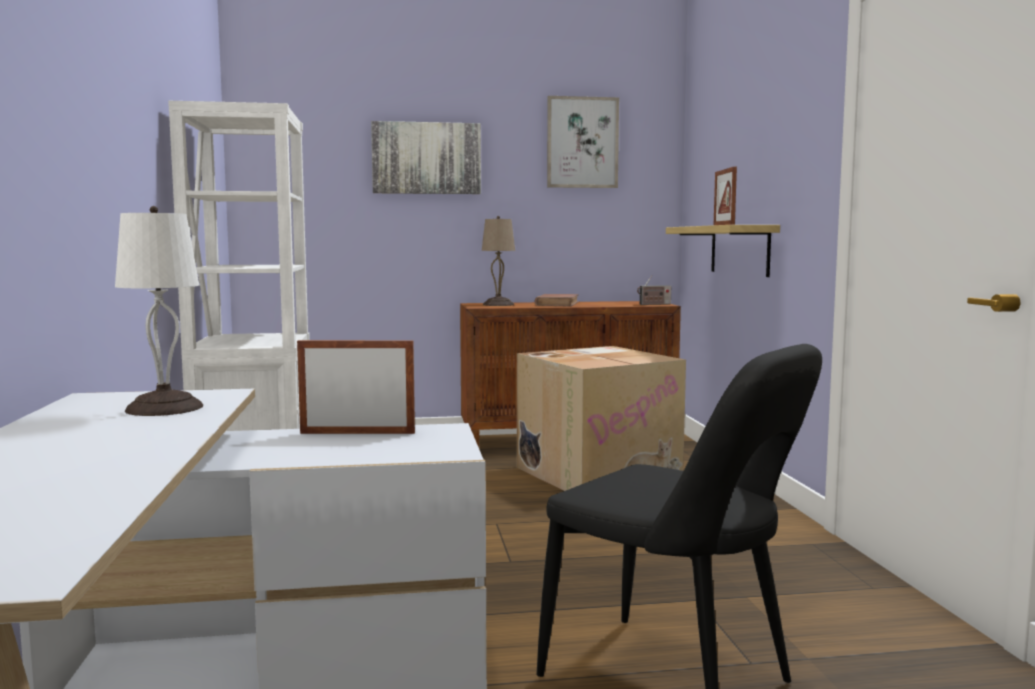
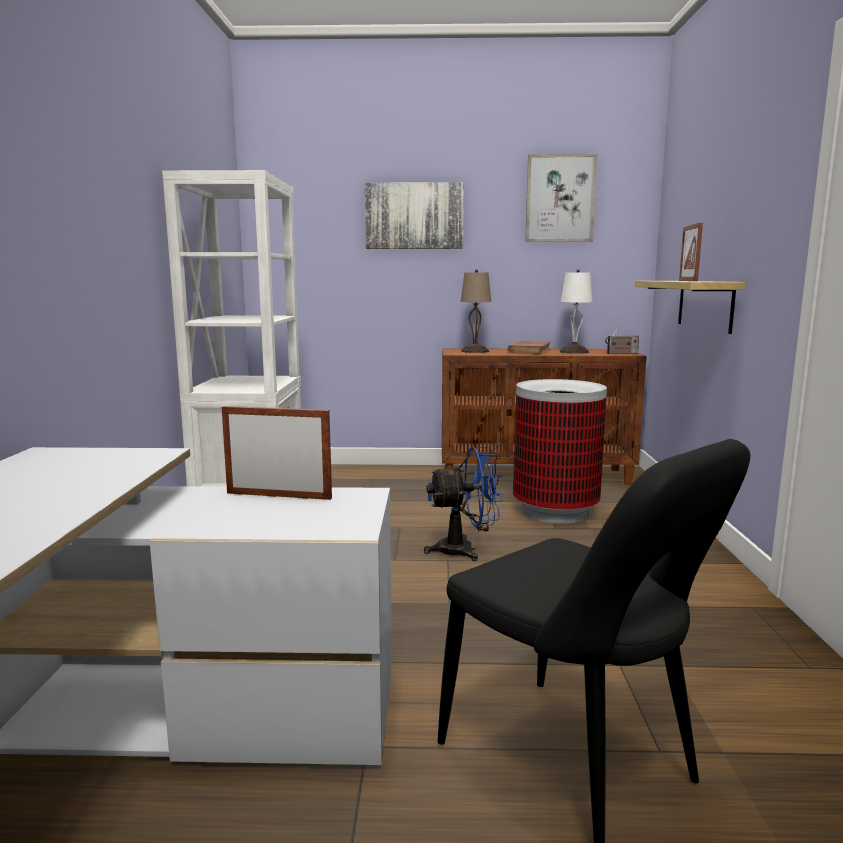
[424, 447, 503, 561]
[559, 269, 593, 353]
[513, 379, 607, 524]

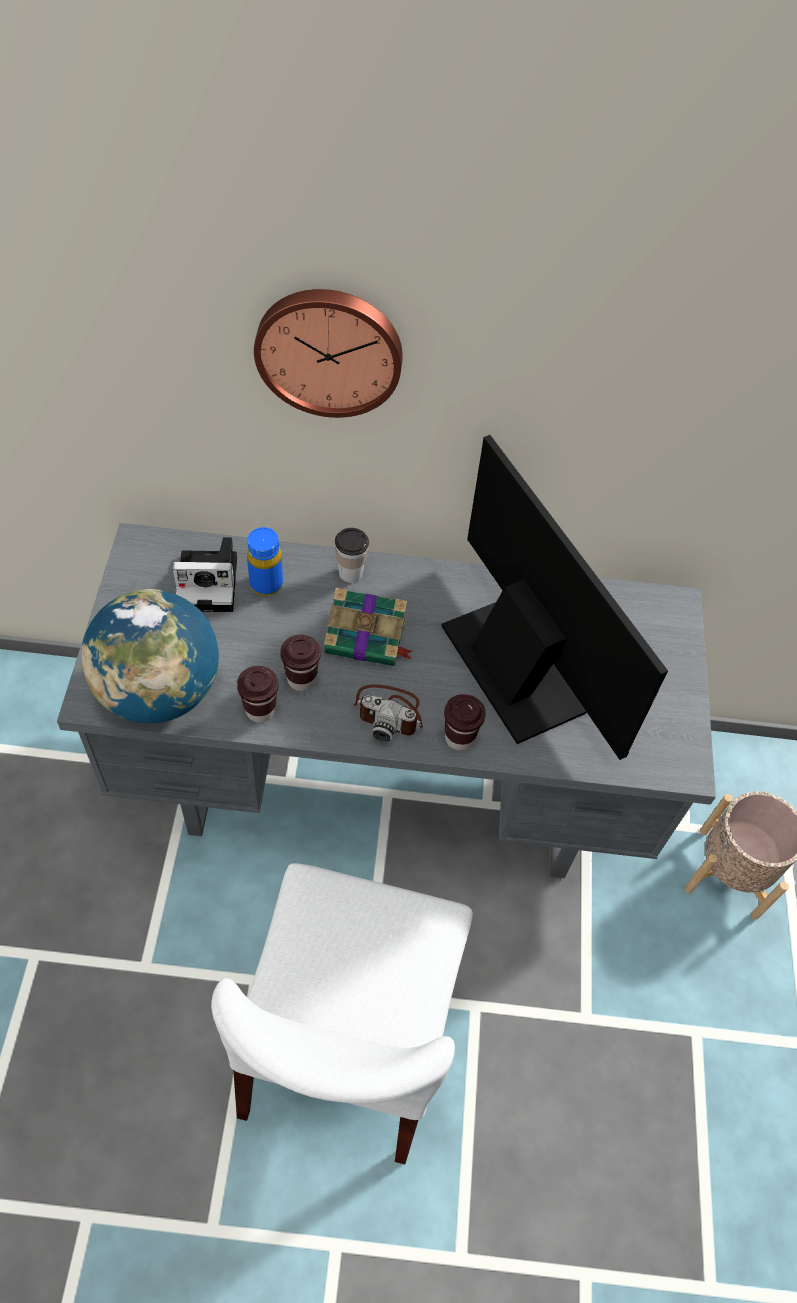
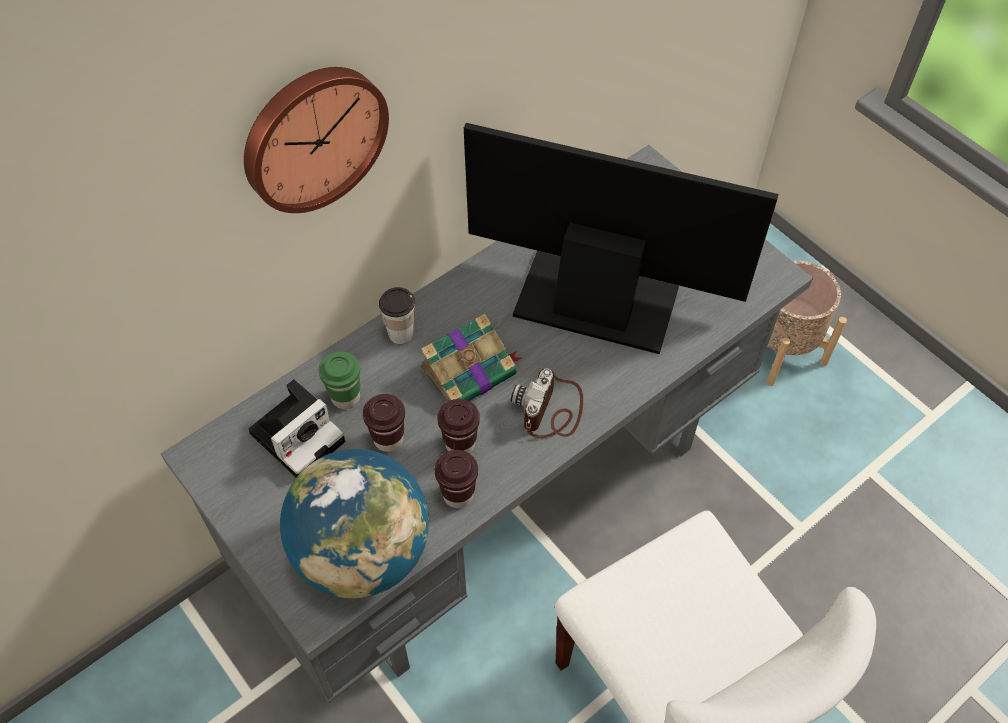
[363, 394, 405, 452]
[319, 352, 360, 409]
[511, 368, 583, 438]

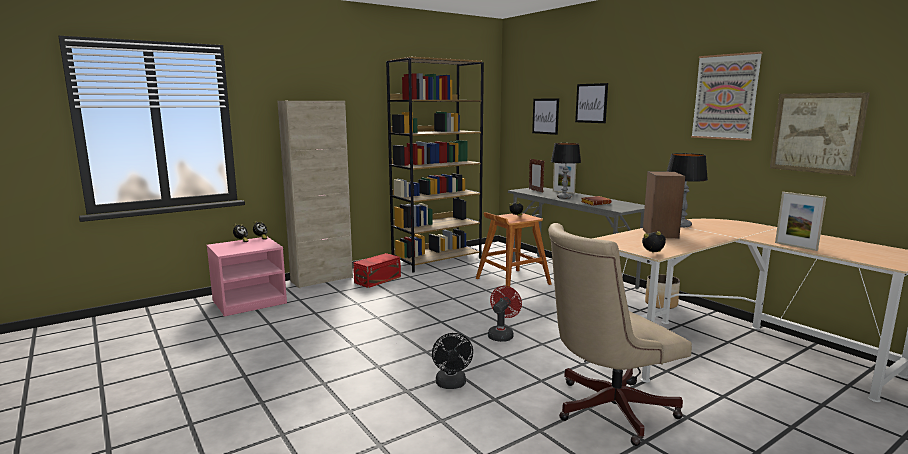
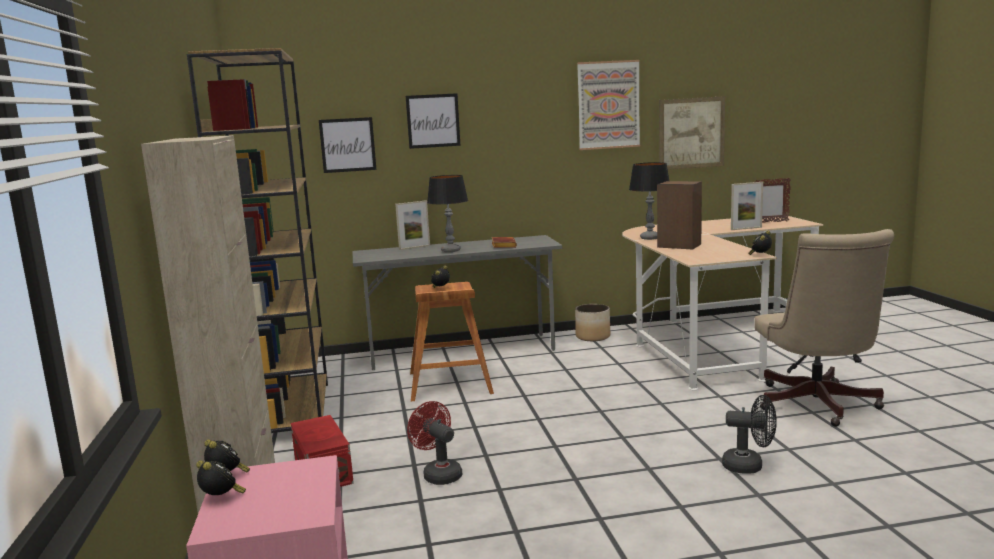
[407, 401, 462, 485]
[755, 178, 791, 223]

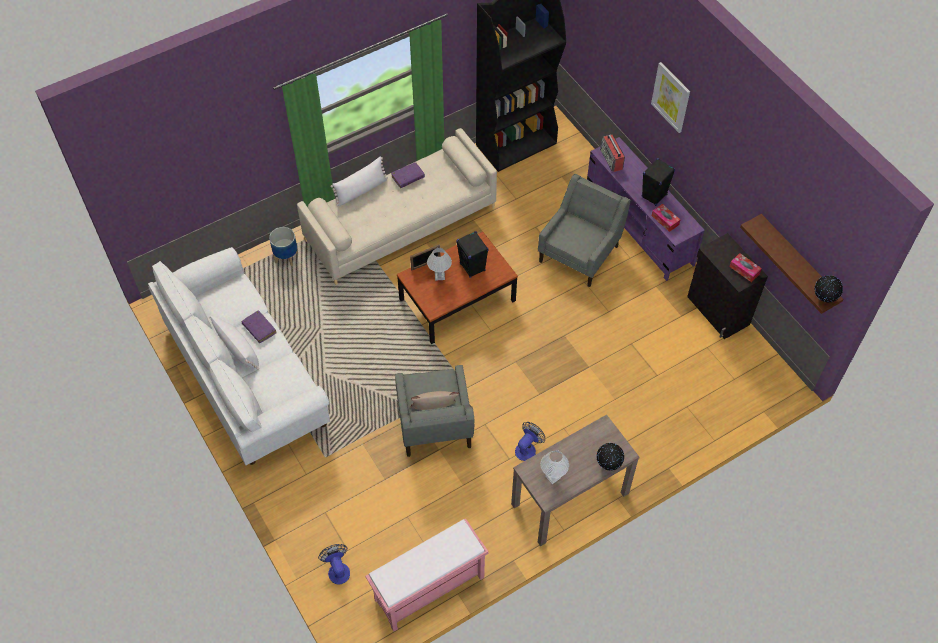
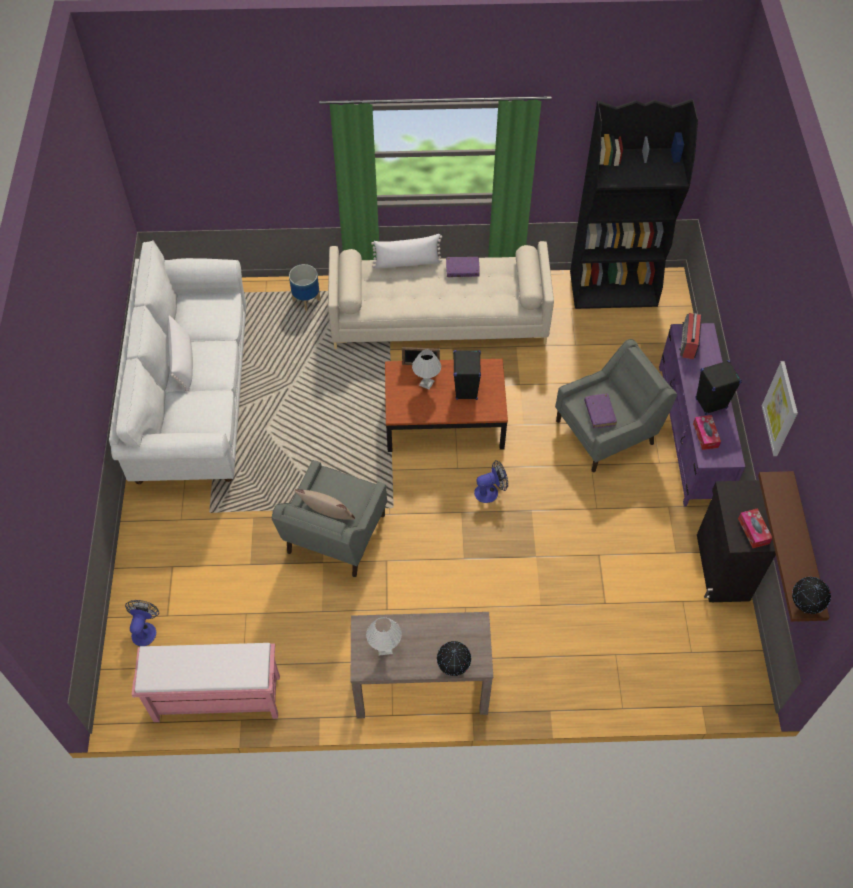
[584, 393, 617, 428]
[474, 460, 508, 503]
[762, 361, 798, 456]

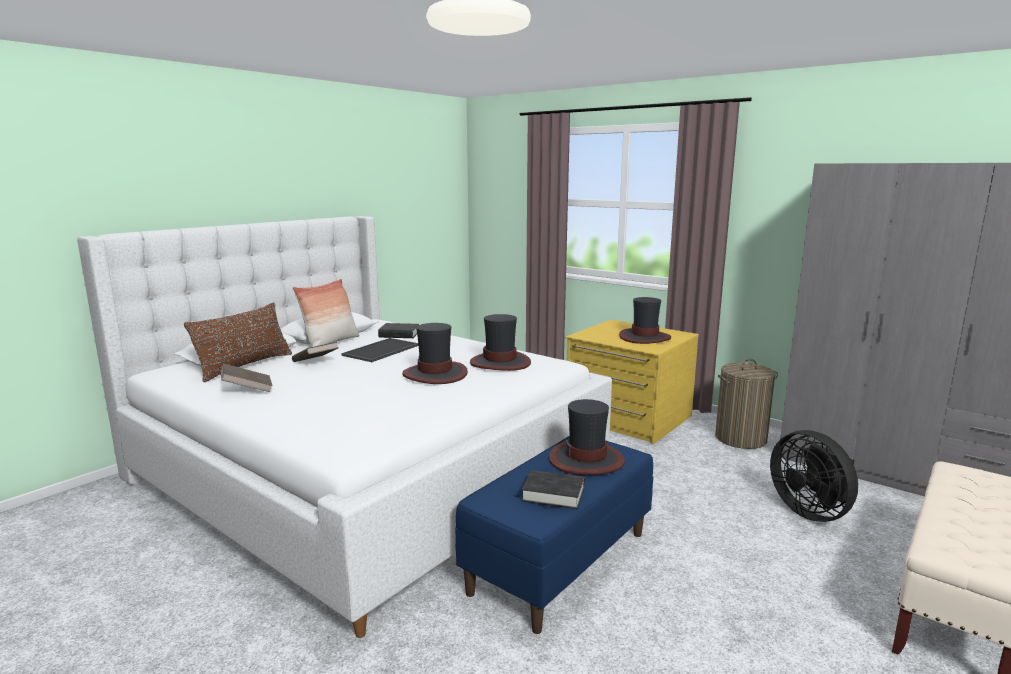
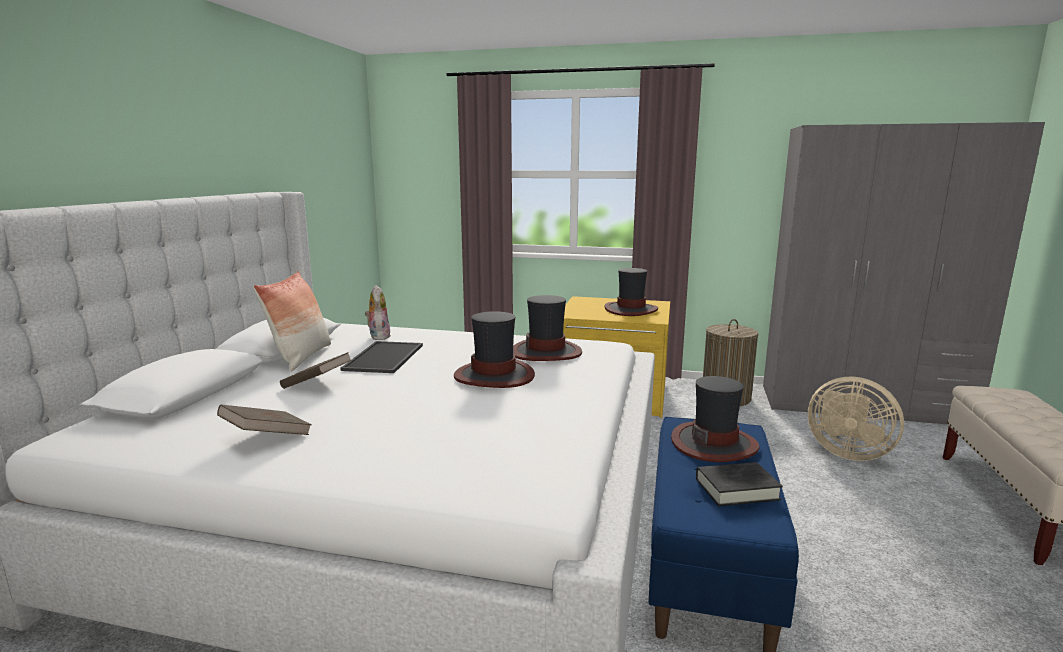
[184, 303, 292, 382] (first image)
[365, 285, 391, 340]
[808, 376, 904, 461]

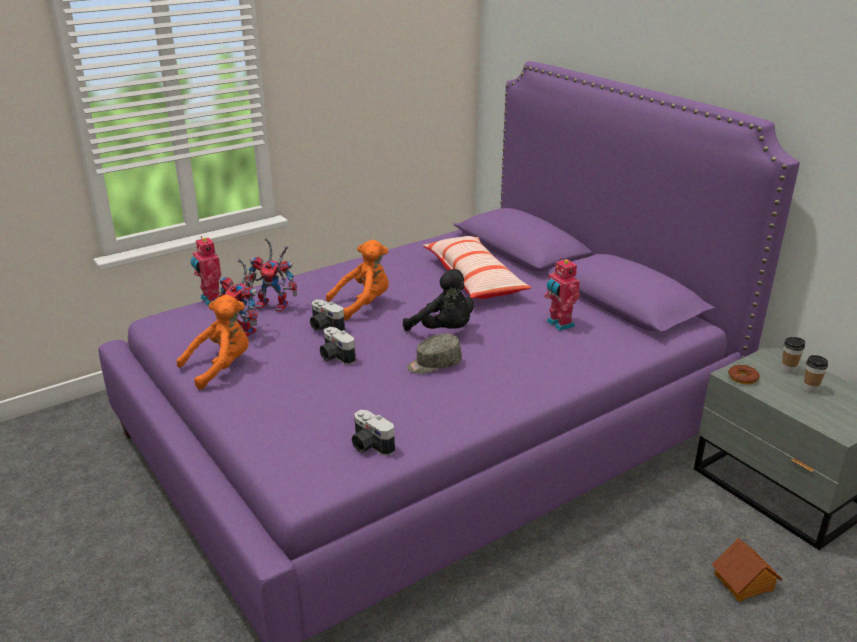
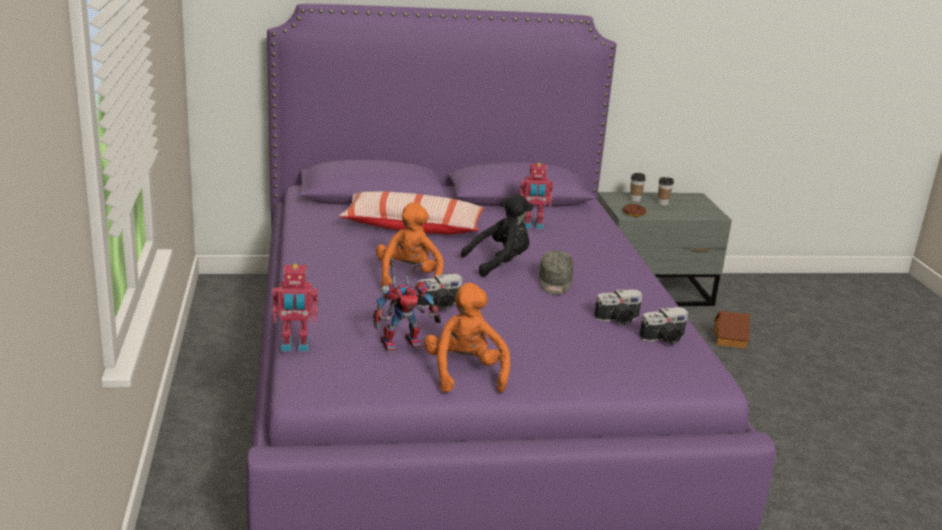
[245, 238, 297, 312] (first image)
[594, 289, 643, 325]

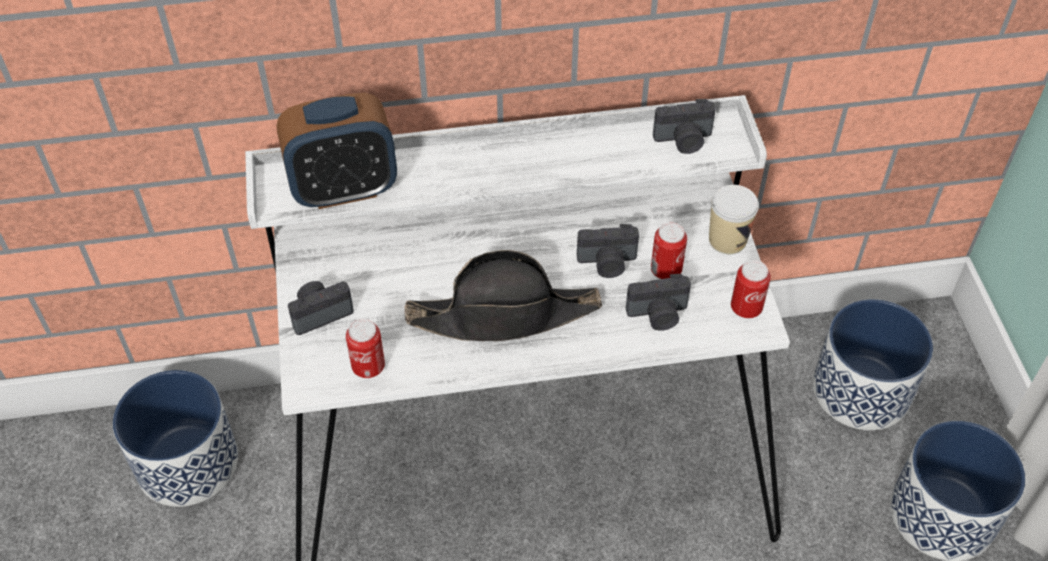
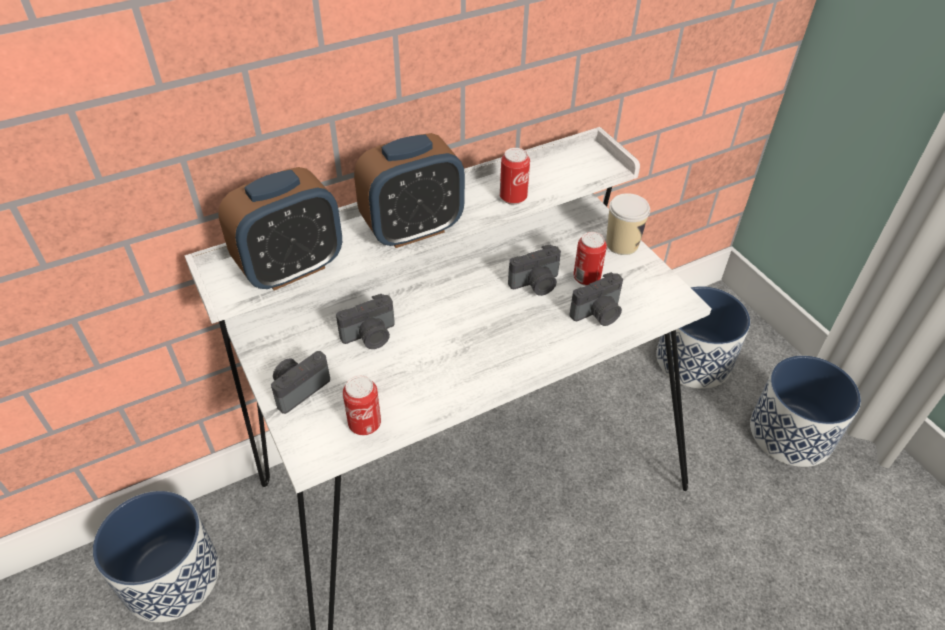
[404, 250, 602, 341] (first image)
[354, 133, 465, 248]
[336, 294, 395, 349]
[500, 148, 530, 205]

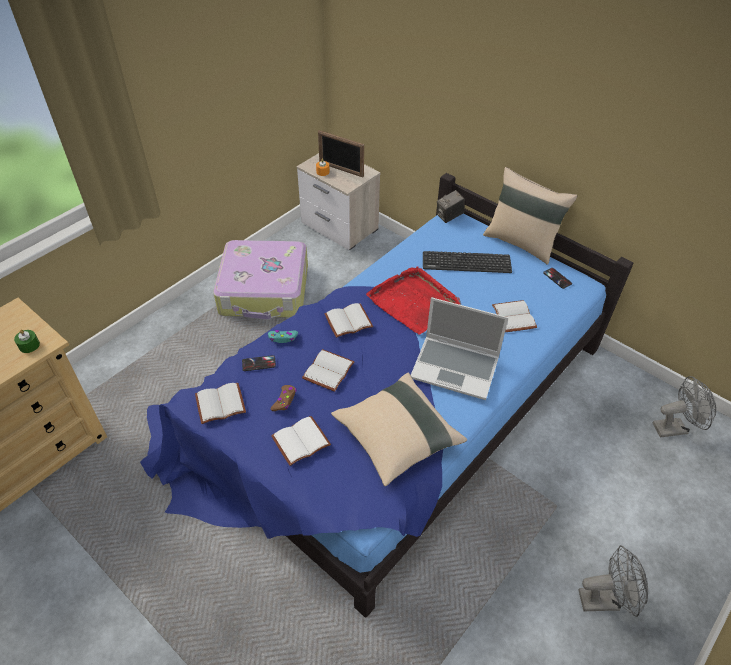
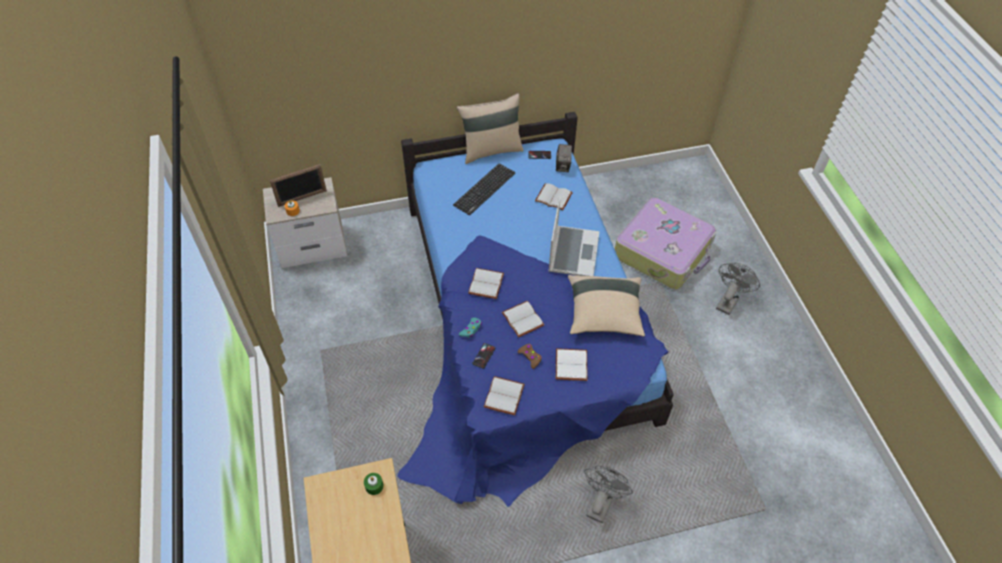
[366, 266, 461, 335] (first image)
[615, 197, 716, 289]
[556, 144, 572, 172]
[584, 465, 633, 523]
[548, 196, 600, 276]

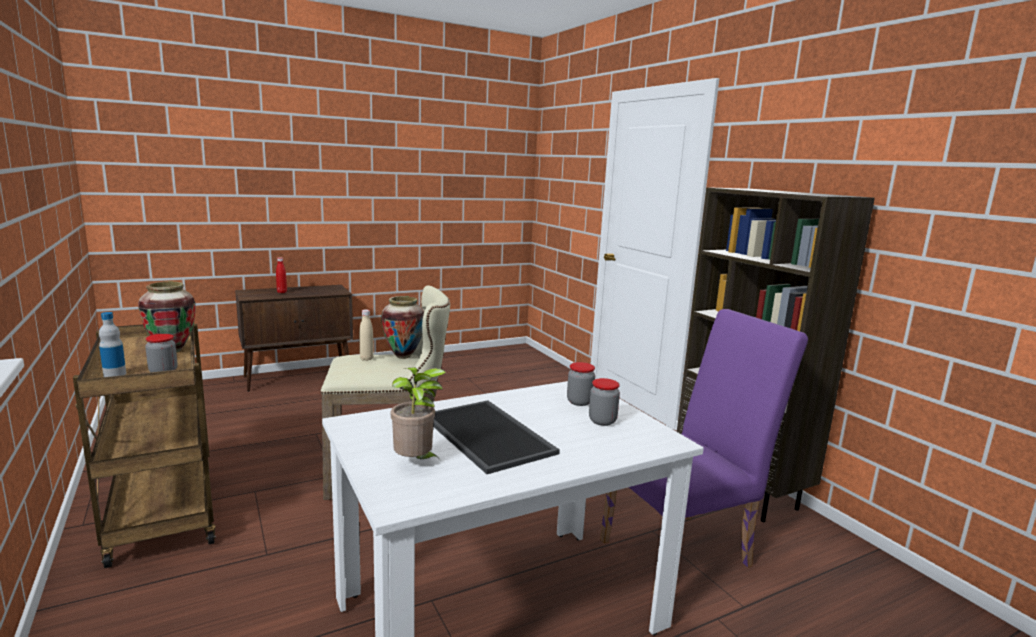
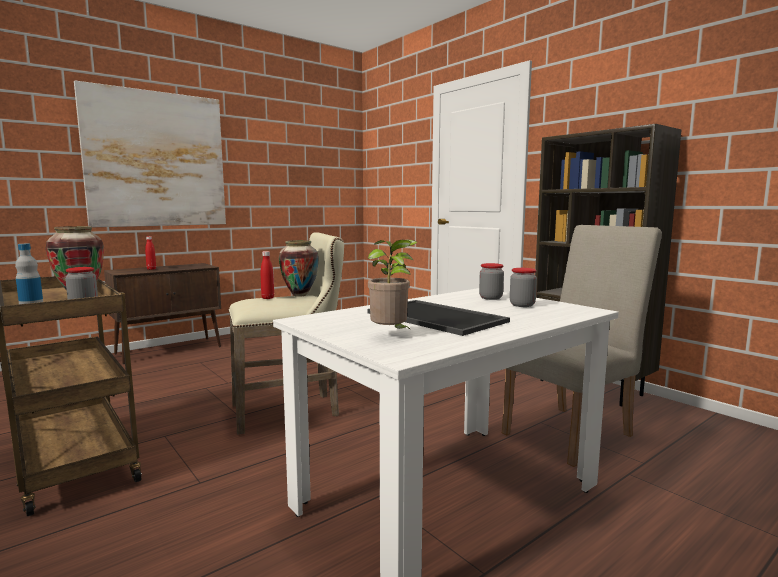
[74, 80, 226, 227]
[261, 251, 274, 299]
[502, 225, 662, 467]

